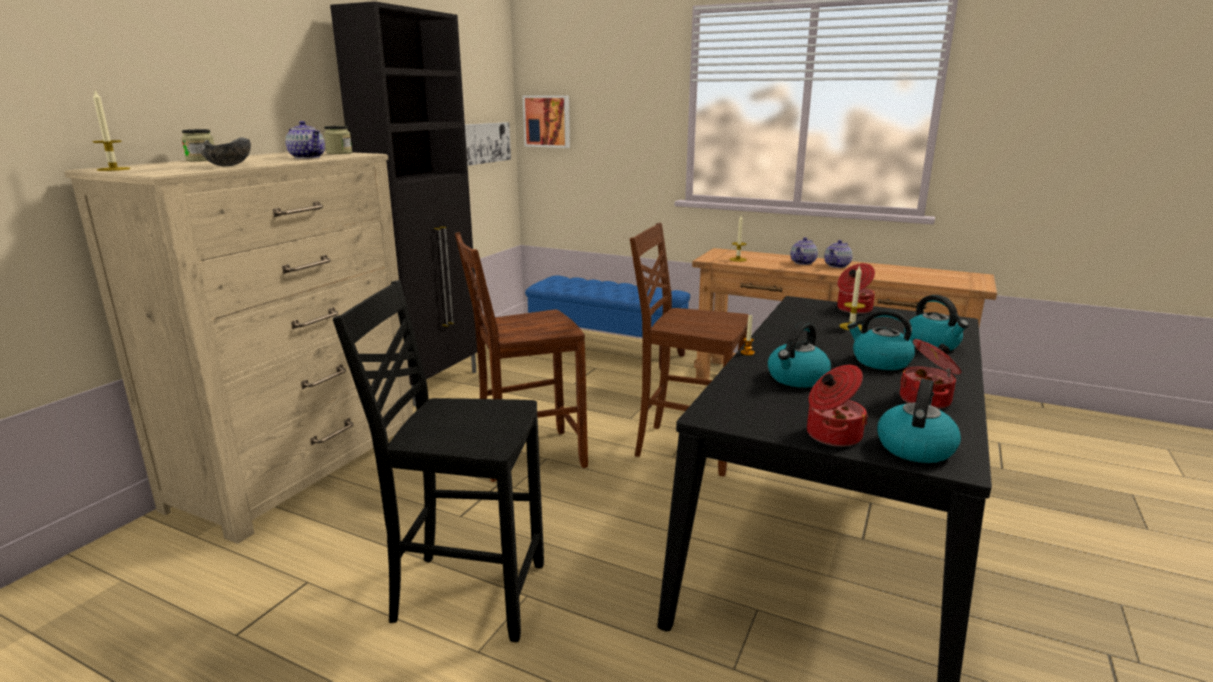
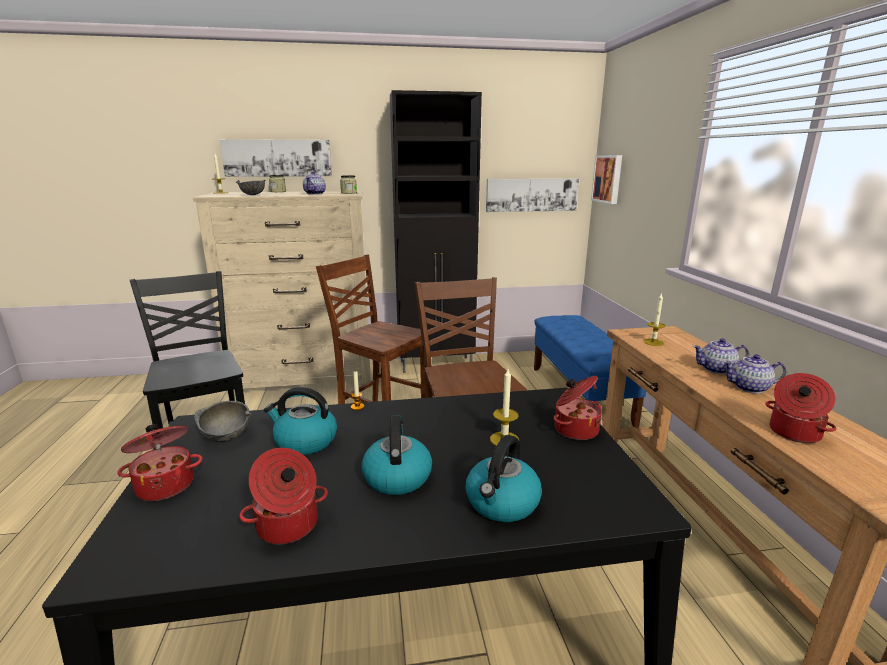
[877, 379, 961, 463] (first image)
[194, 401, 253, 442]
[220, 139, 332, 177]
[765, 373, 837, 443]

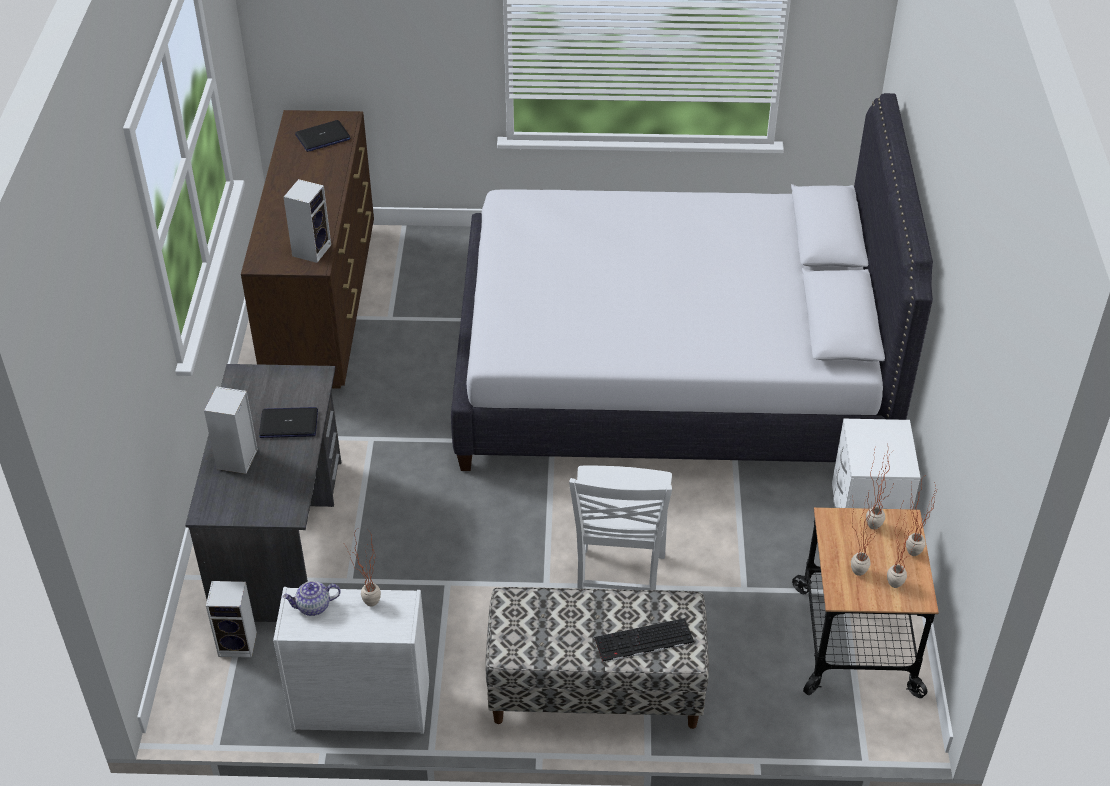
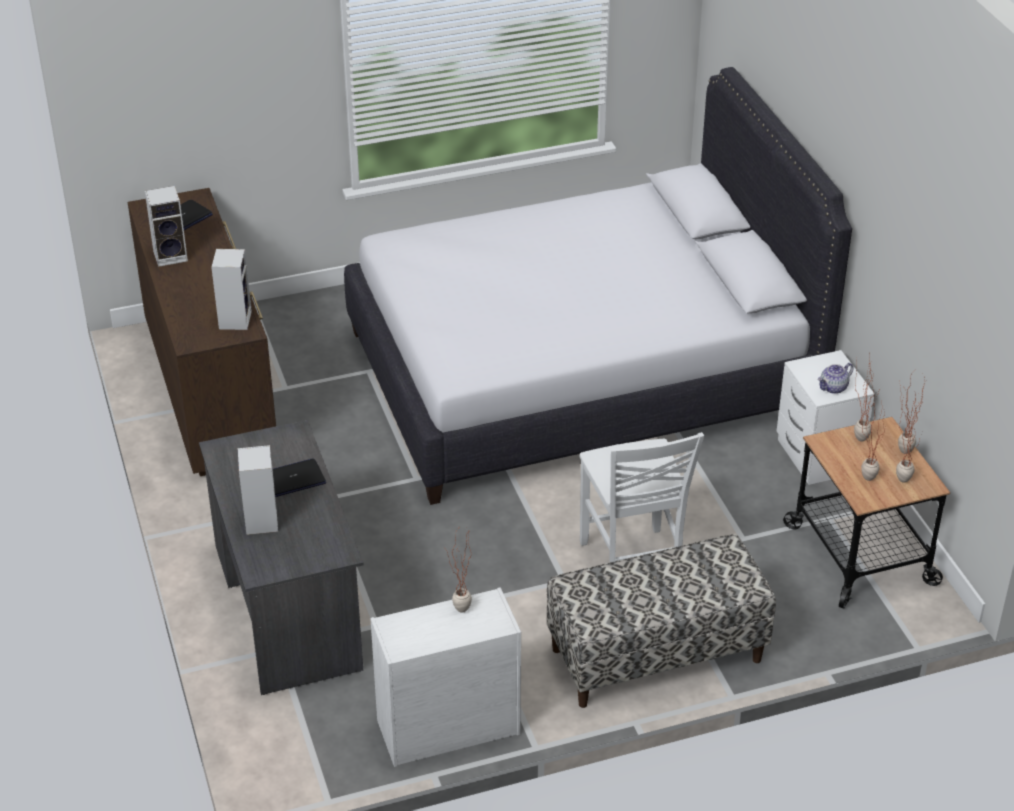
[594, 618, 694, 662] (first image)
[145, 186, 188, 267]
[818, 363, 854, 394]

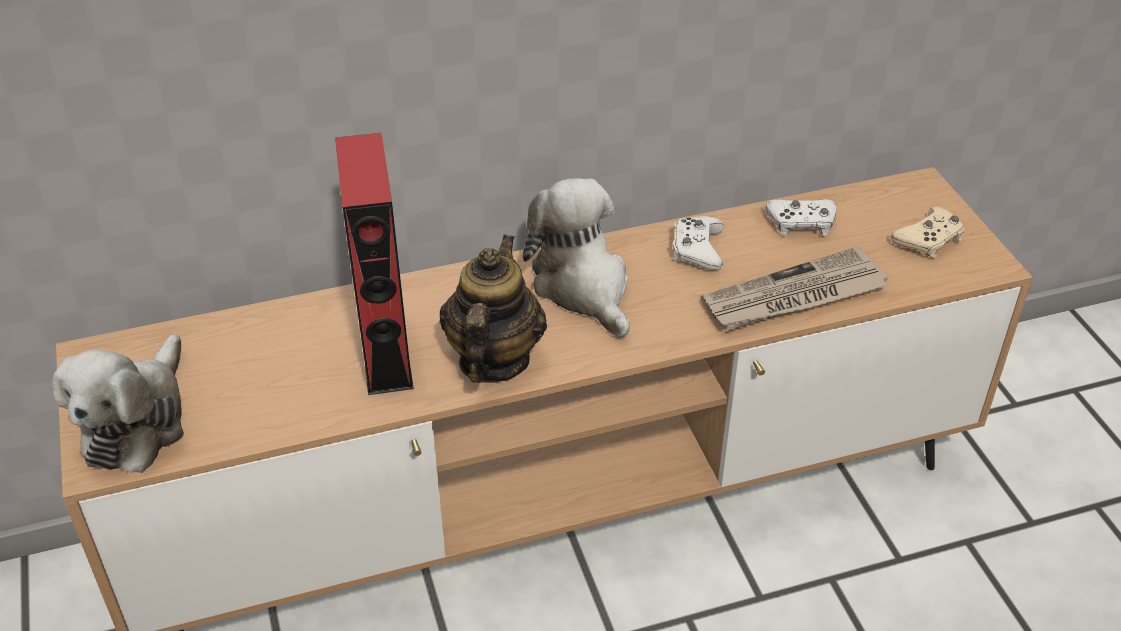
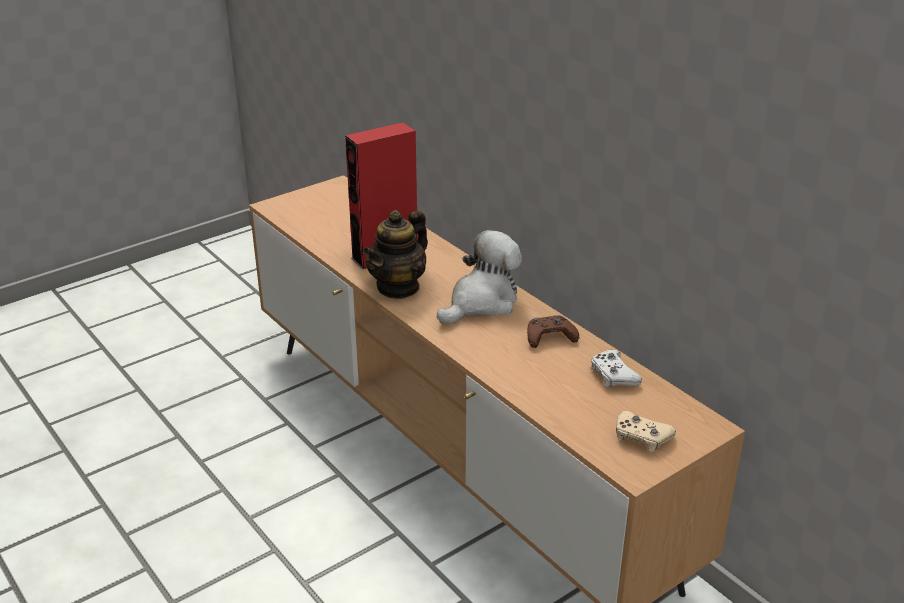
[52, 334, 184, 473] (first image)
[701, 246, 888, 331] (first image)
[527, 315, 580, 348]
[363, 210, 428, 299]

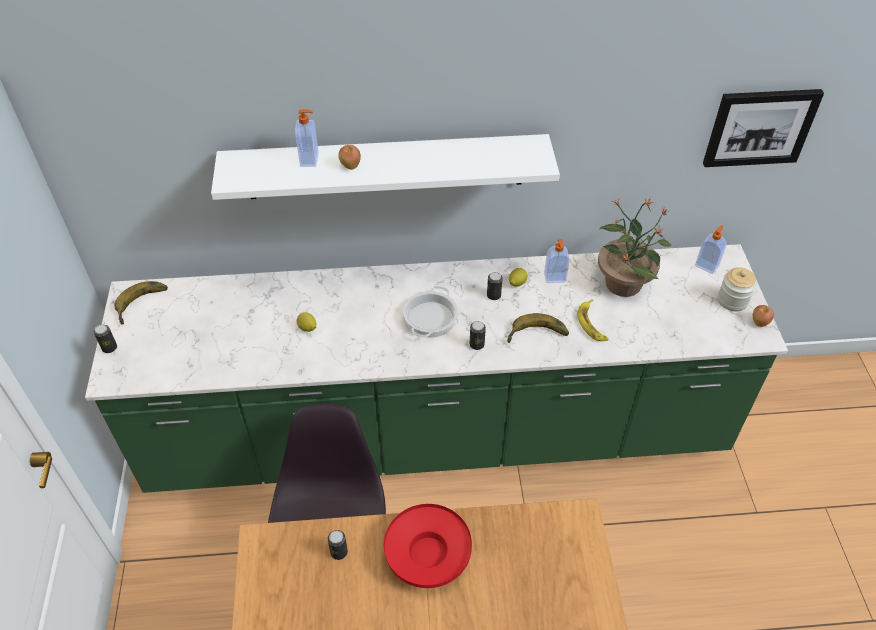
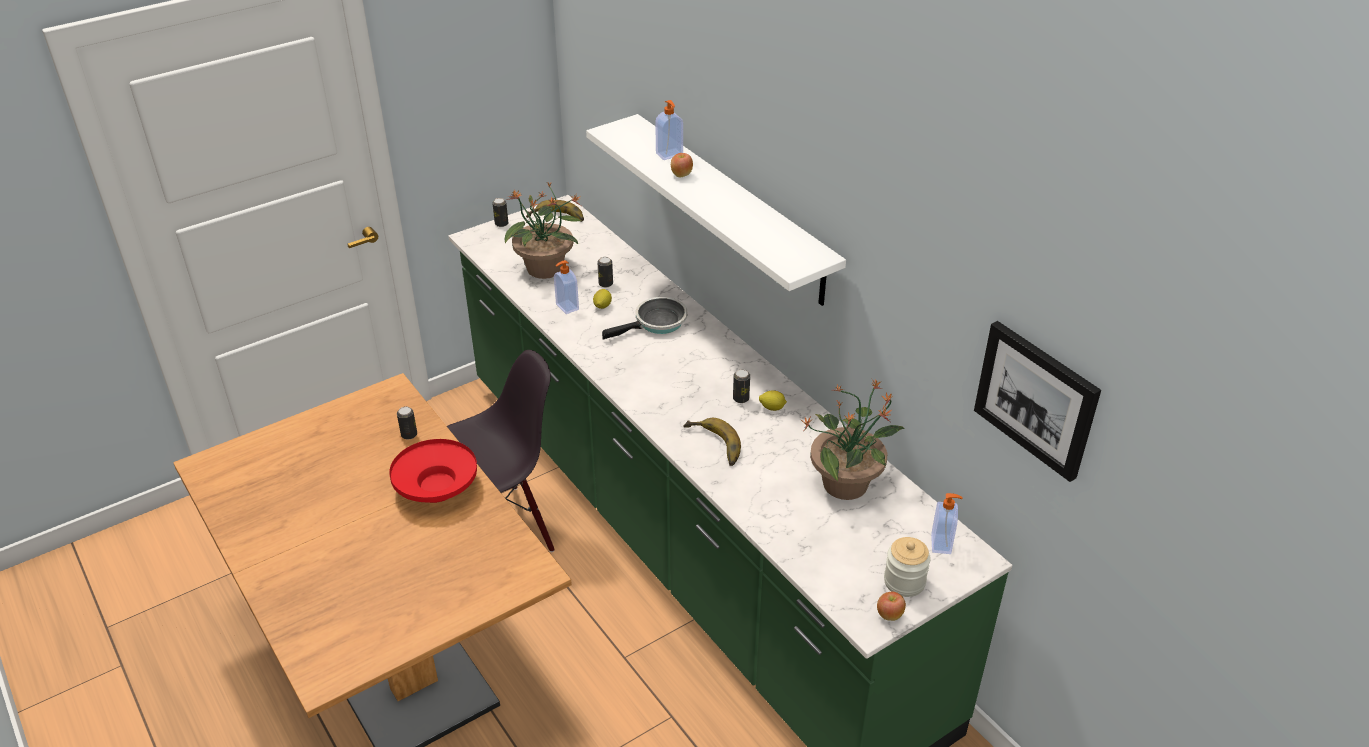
[403, 286, 458, 338] (first image)
[577, 299, 609, 341] (first image)
[505, 182, 583, 279]
[602, 297, 687, 339]
[597, 257, 613, 288]
[554, 260, 579, 314]

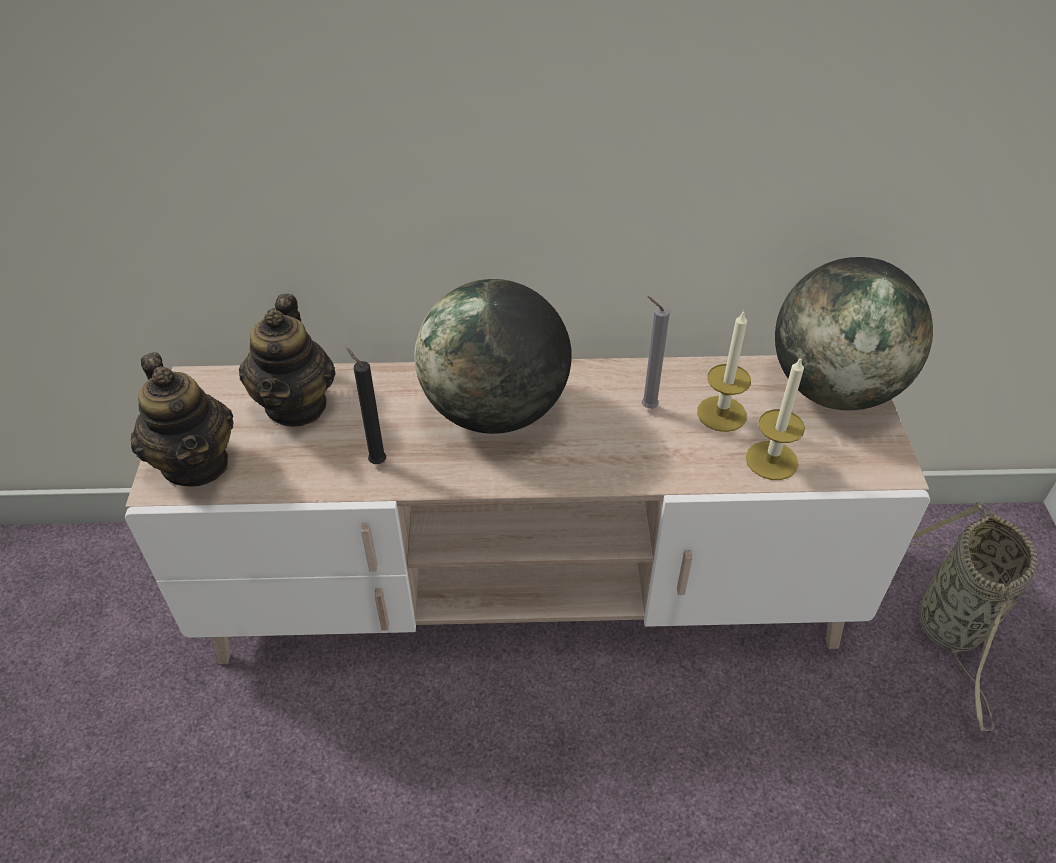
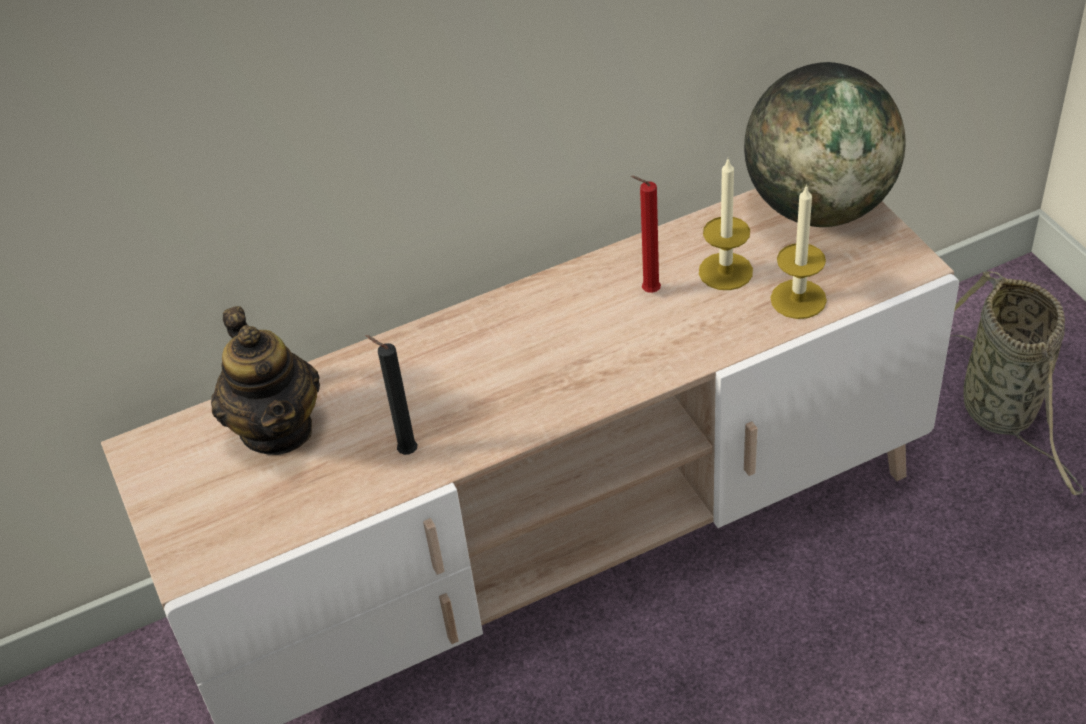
[131, 352, 234, 486] (first image)
[414, 279, 572, 434] (first image)
[631, 176, 661, 293]

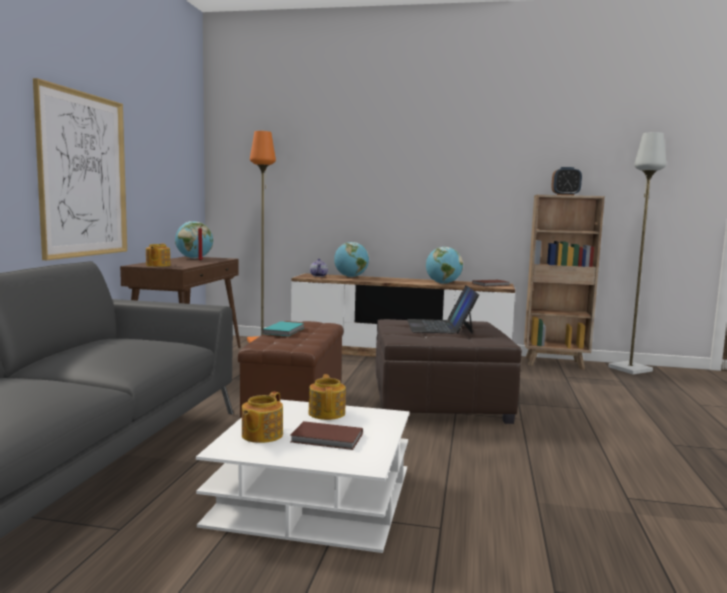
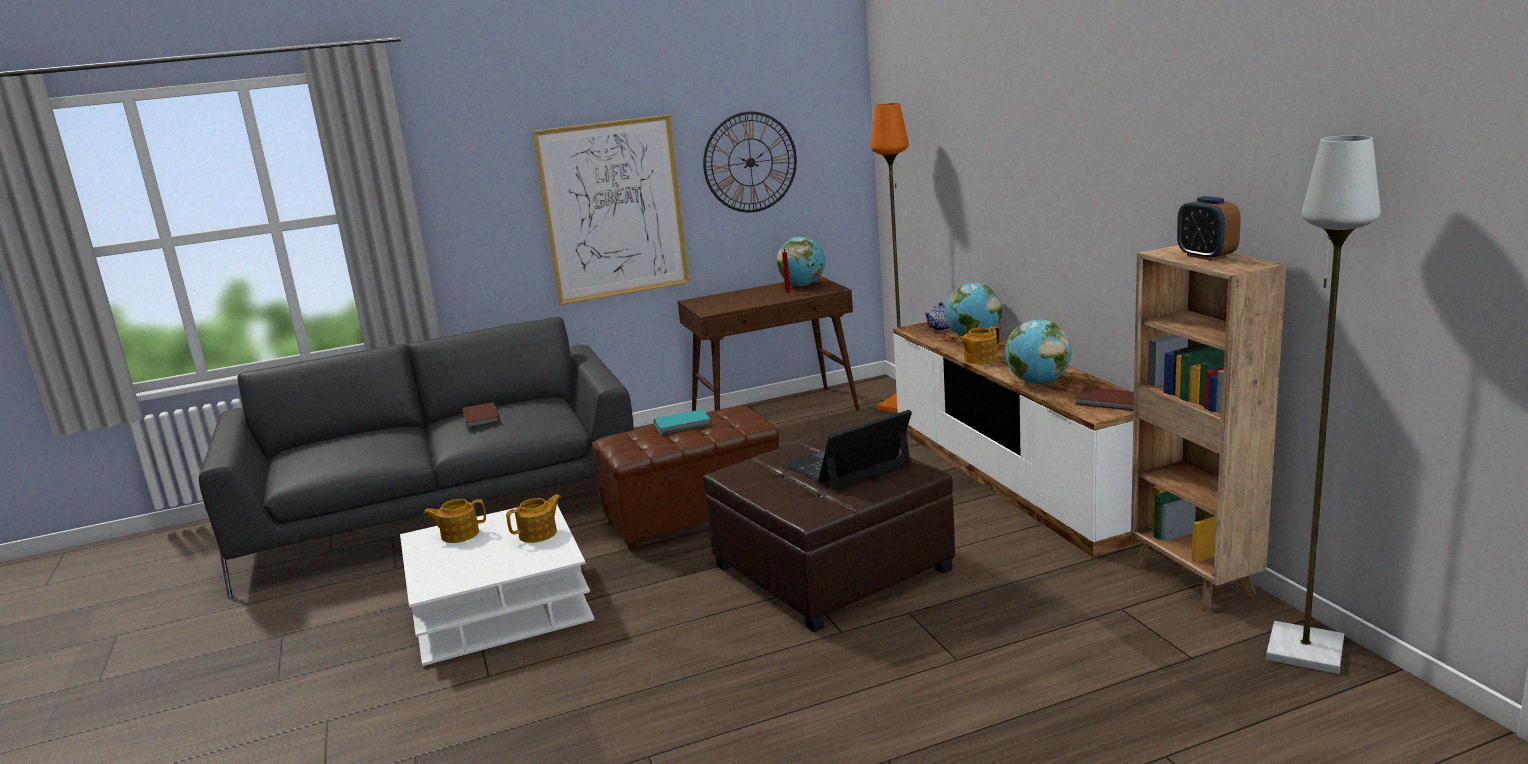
[703, 111, 797, 212]
[959, 326, 1000, 364]
[462, 402, 499, 428]

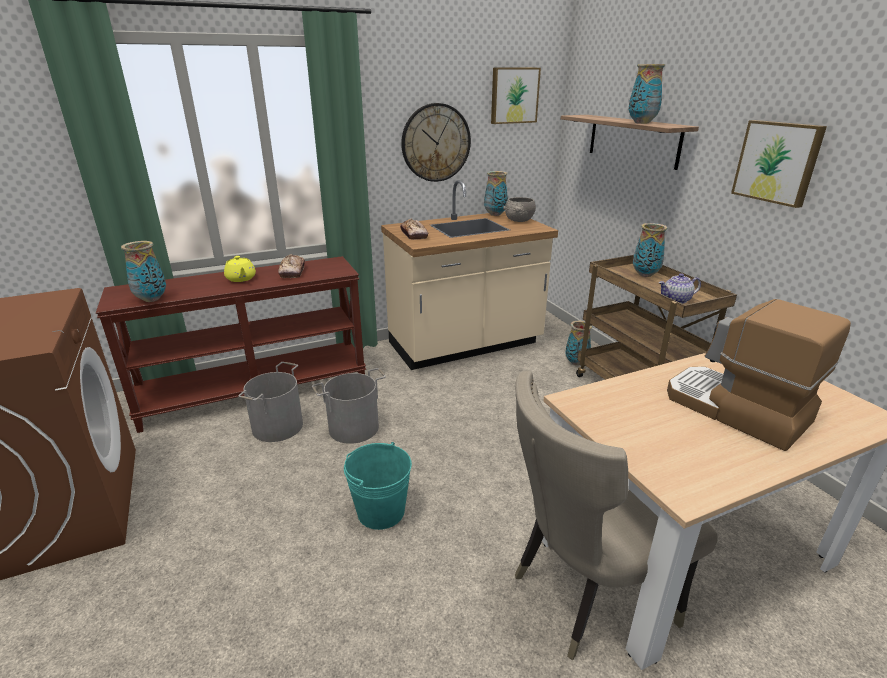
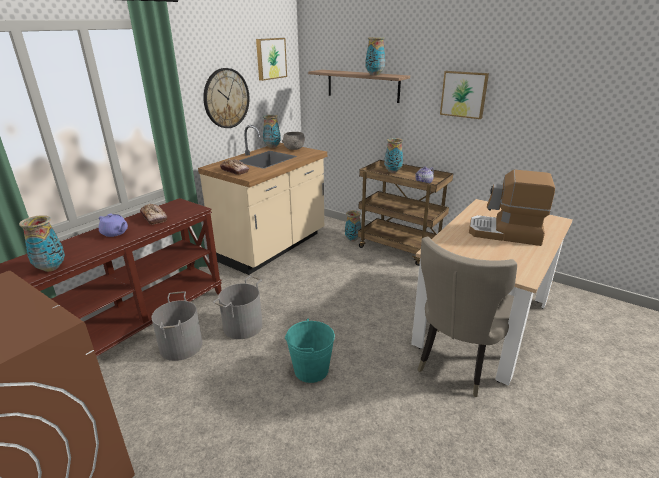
[99, 214, 128, 237]

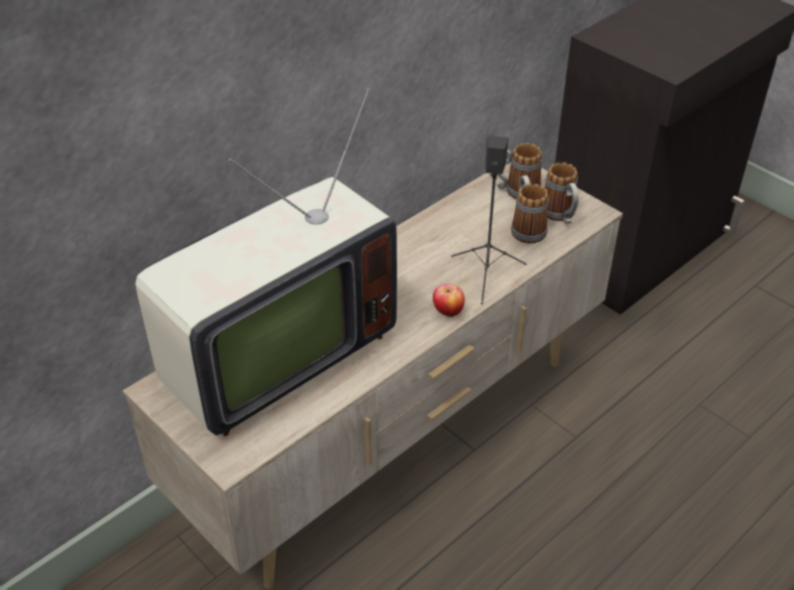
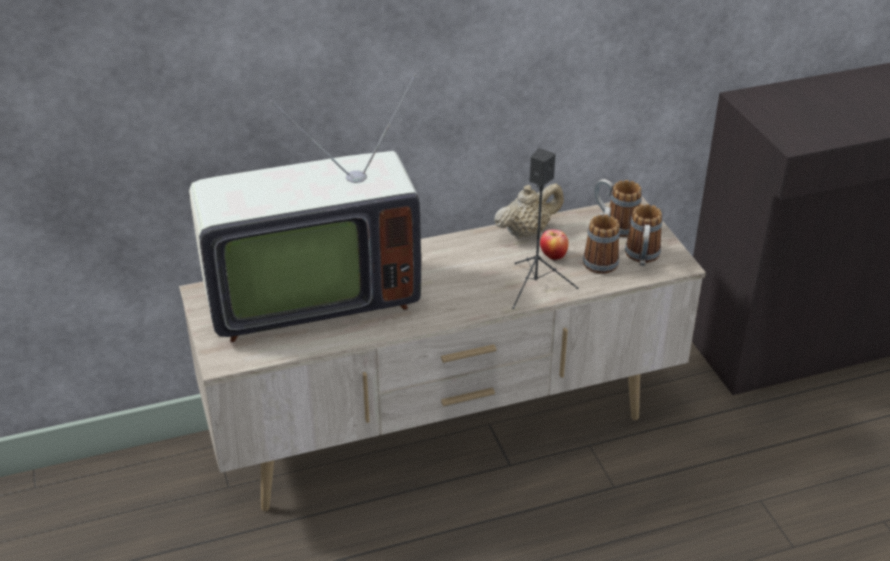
[494, 183, 564, 239]
[540, 229, 569, 261]

